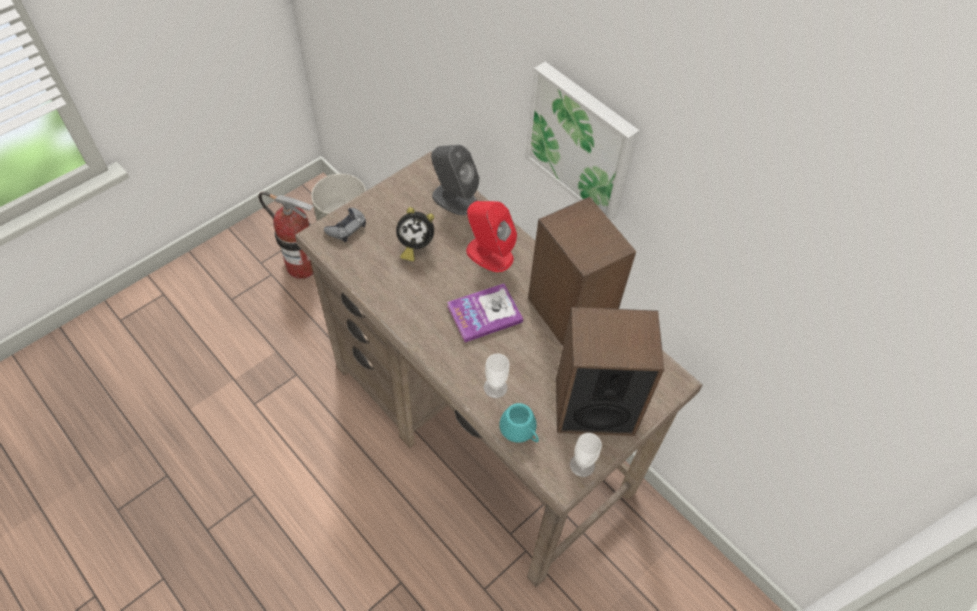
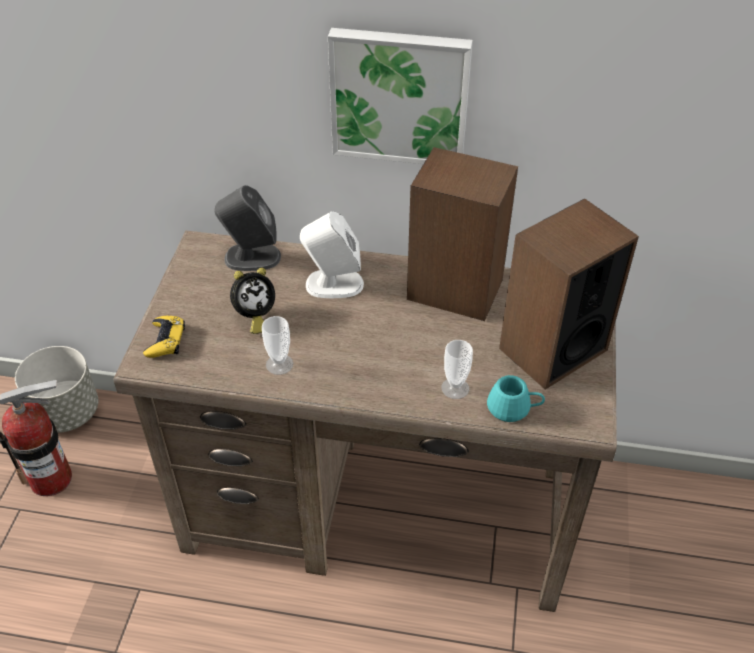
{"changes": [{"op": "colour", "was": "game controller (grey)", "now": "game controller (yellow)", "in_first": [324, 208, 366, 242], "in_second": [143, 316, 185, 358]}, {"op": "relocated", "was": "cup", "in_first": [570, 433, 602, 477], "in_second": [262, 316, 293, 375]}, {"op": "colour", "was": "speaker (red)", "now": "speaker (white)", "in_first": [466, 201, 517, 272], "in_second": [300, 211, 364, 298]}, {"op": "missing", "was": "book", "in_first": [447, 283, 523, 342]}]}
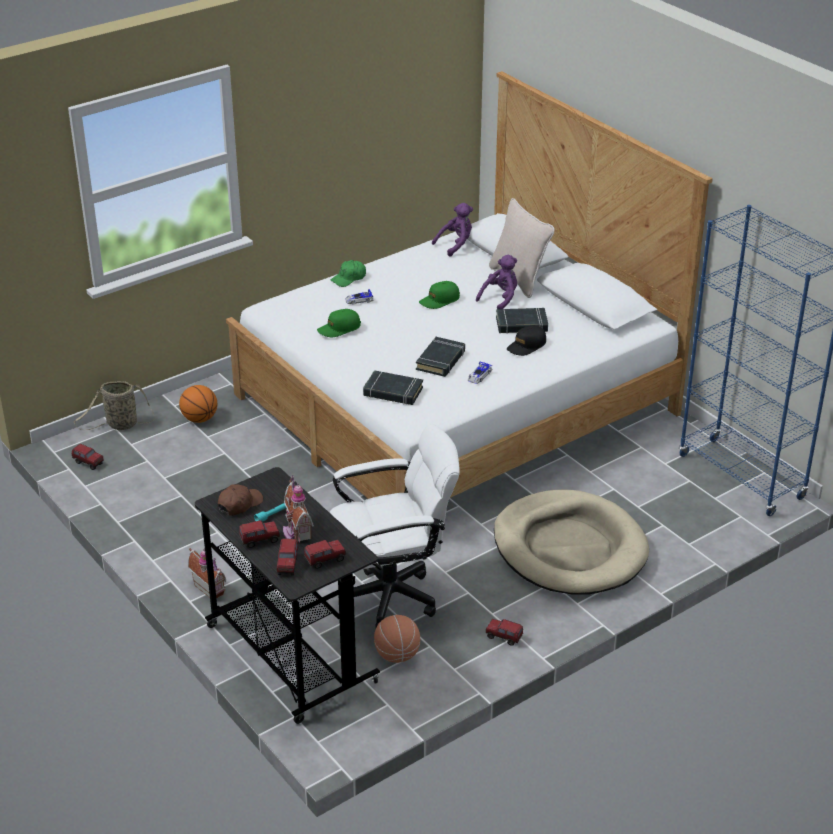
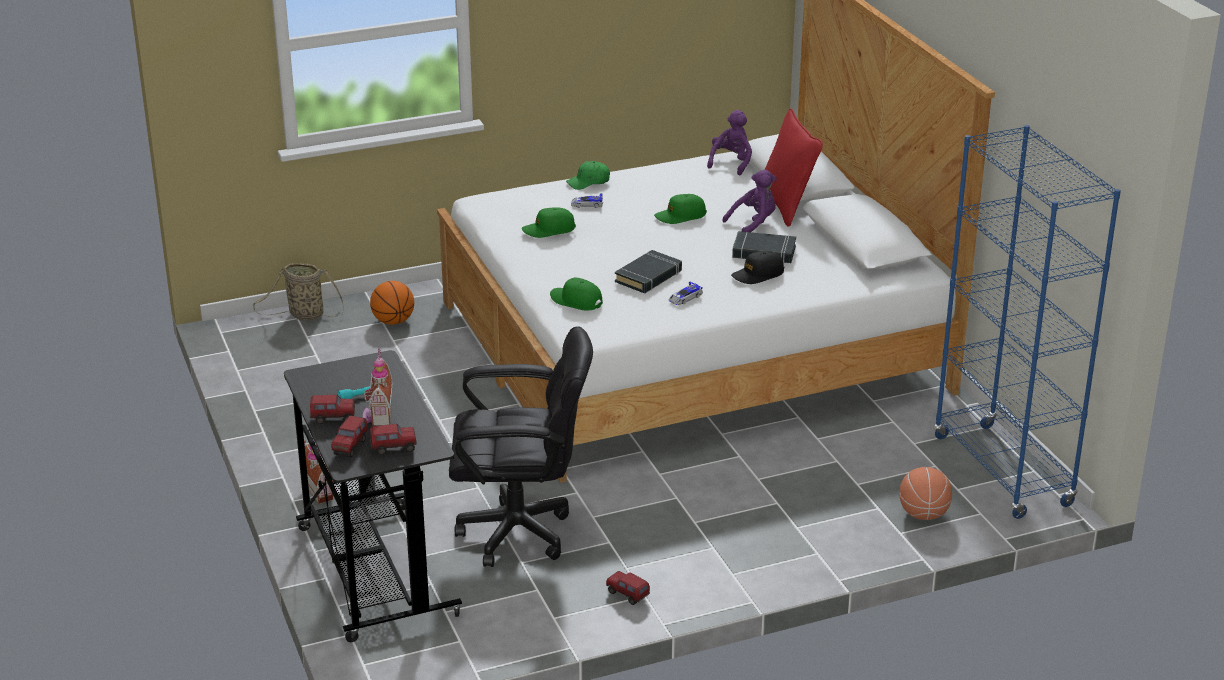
{"changes": [{"op": "colour", "was": "office chair (white)", "now": "office chair (black)", "in_first": [330, 424, 460, 627], "in_second": [449, 326, 593, 567]}, {"op": "exchanged", "was": "book (black)", "now": "cap (green)", "in_first": [363, 370, 423, 405], "in_second": [550, 278, 603, 311]}, {"op": "spun", "was": "plush toy (purple)", "in_first": [432, 203, 473, 257], "in_second": [707, 110, 752, 176], "clockwise": -45}, {"op": "colour", "was": "pillow (beige)", "now": "pillow (red)", "in_first": [489, 198, 554, 298], "in_second": [765, 108, 823, 227]}, {"op": "relocated", "was": "basketball", "in_first": [374, 615, 420, 663], "in_second": [899, 467, 952, 520]}, {"op": "missing", "was": "toy truck", "in_first": [72, 444, 103, 470]}, {"op": "missing", "was": "cap (brown)", "in_first": [218, 484, 263, 516]}, {"op": "missing", "was": "dog bed (beige)", "in_first": [494, 490, 649, 595]}]}
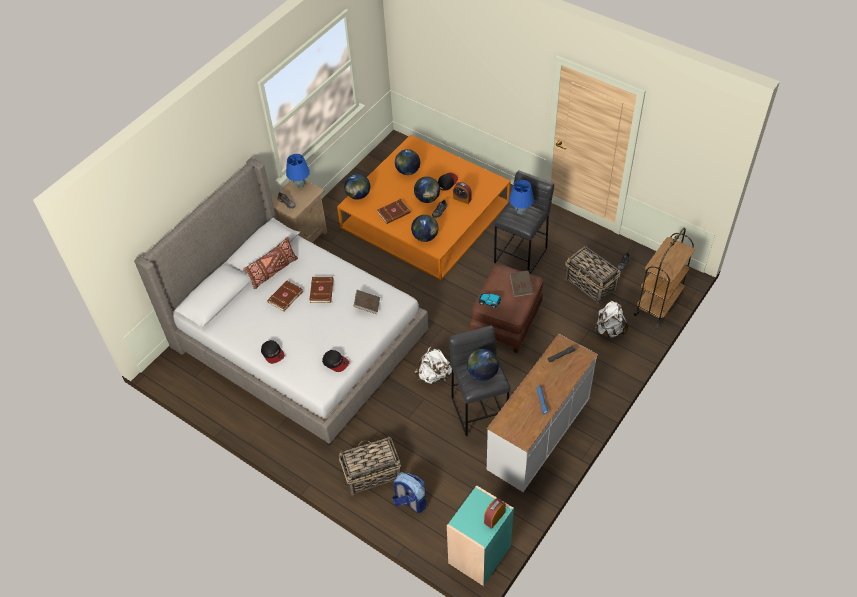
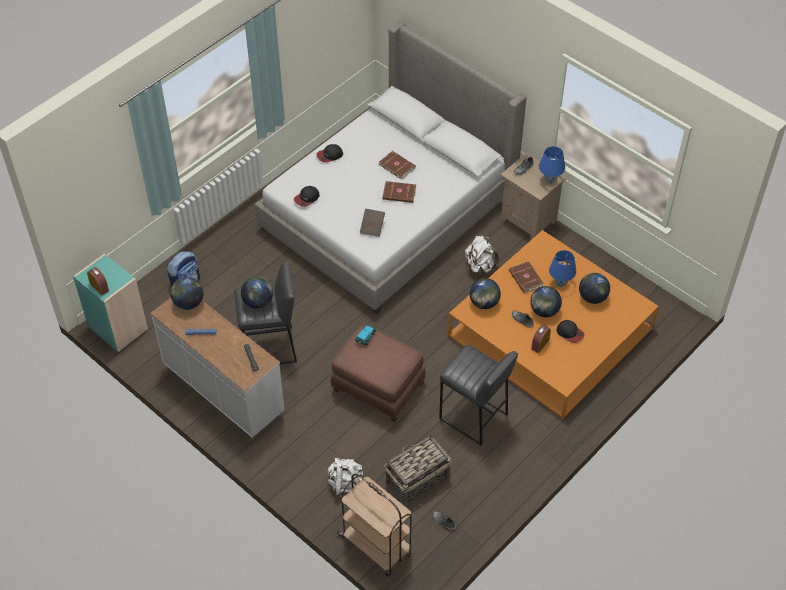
{"changes": [{"op": "relocated", "was": "globe", "in_first": [344, 173, 370, 200], "in_second": [170, 277, 203, 310]}, {"op": "relocated", "was": "backpack (white)", "in_first": [414, 347, 452, 384], "in_second": [465, 236, 499, 274]}, {"op": "relocated", "was": "table lamp (blue)", "in_first": [509, 180, 534, 215], "in_second": [549, 250, 576, 287]}, {"op": "missing", "was": "pillow (brown)", "in_first": [243, 237, 298, 289]}, {"op": "missing", "was": "basket", "in_first": [339, 436, 401, 495]}, {"op": "missing", "was": "book (brown)", "in_first": [510, 271, 533, 297]}]}
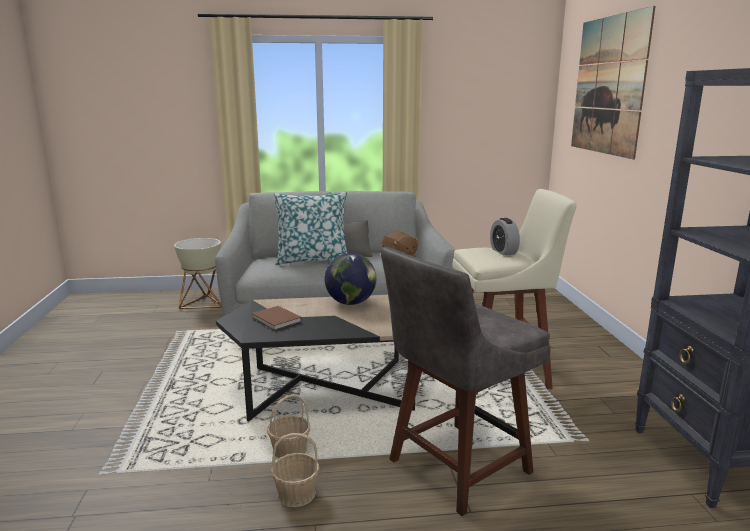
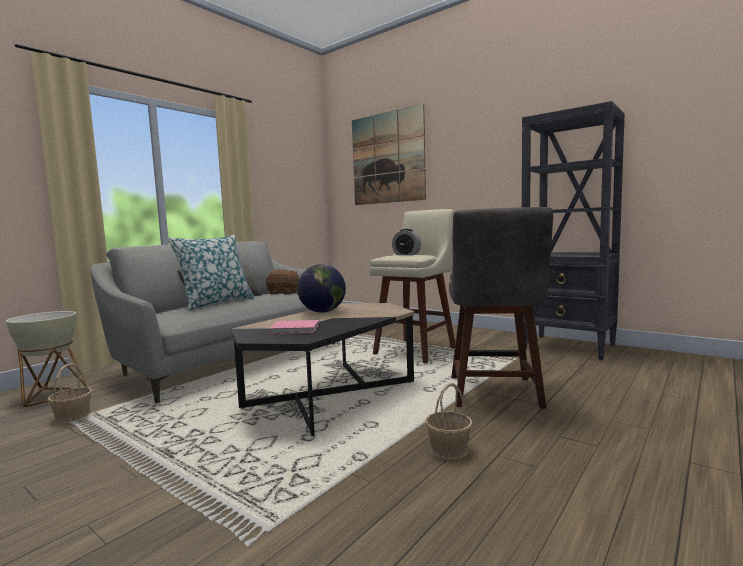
{"changes": [{"op": "relocated", "was": "basket", "in_first": [267, 394, 310, 458], "in_second": [47, 363, 92, 424]}, {"op": "colour", "was": "book (brown)", "now": "book (pink)", "in_first": [252, 306, 302, 331], "in_second": [269, 320, 319, 334]}]}
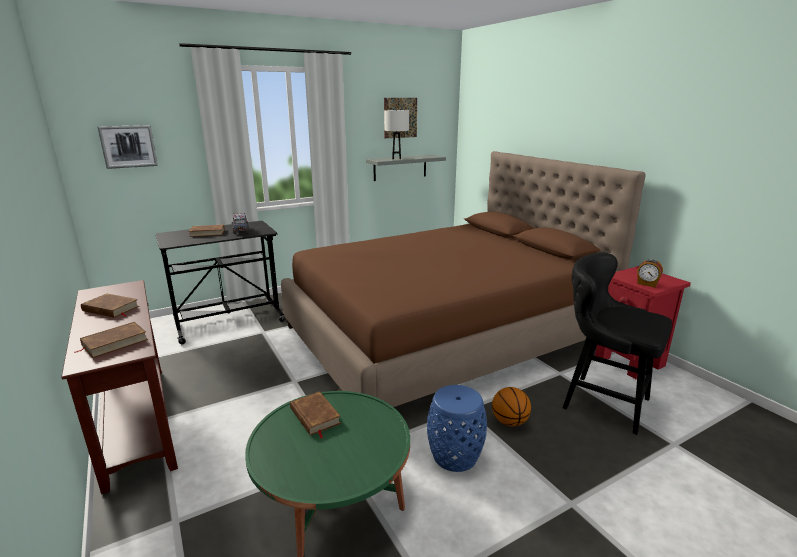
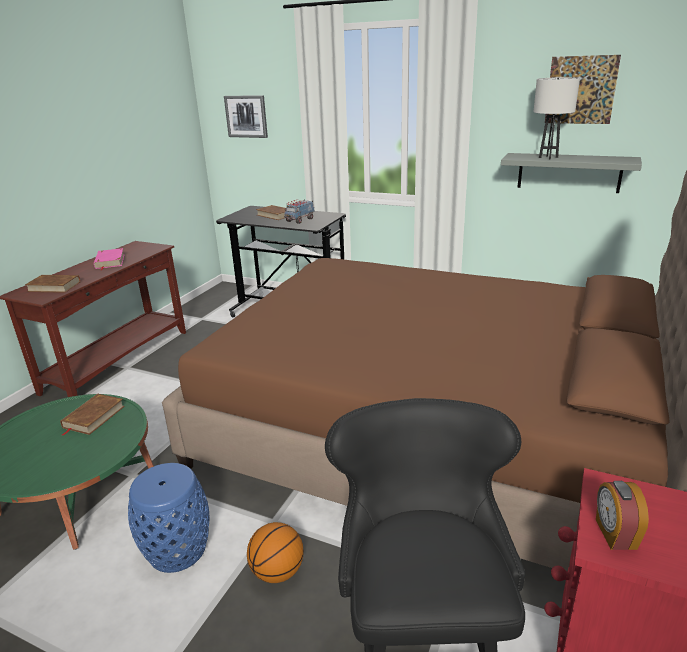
{"changes": [{"op": "colour", "was": "book (brown)", "now": "book (pink)", "in_first": [81, 294, 139, 318], "in_second": [94, 248, 125, 271]}]}
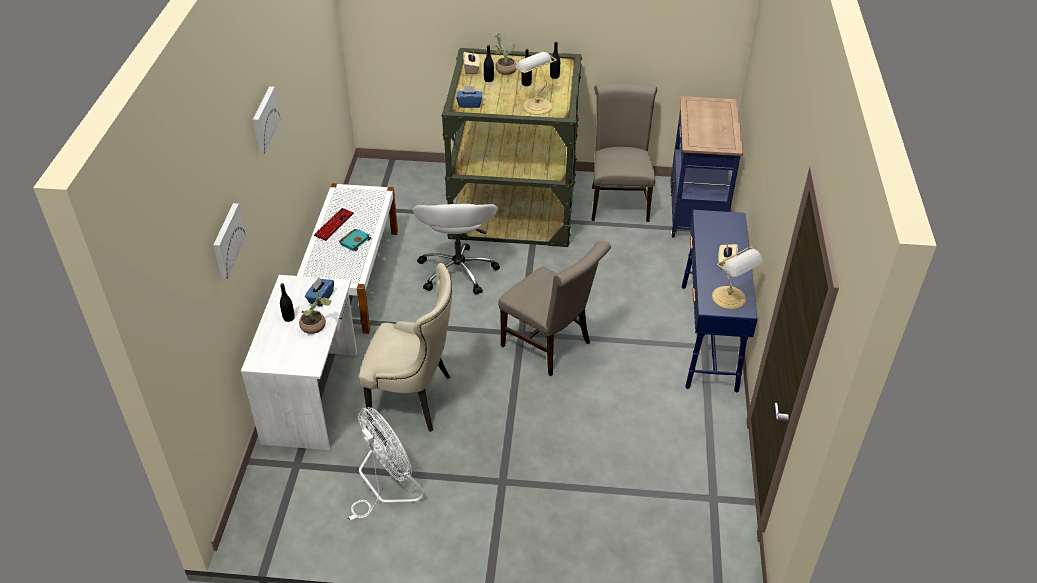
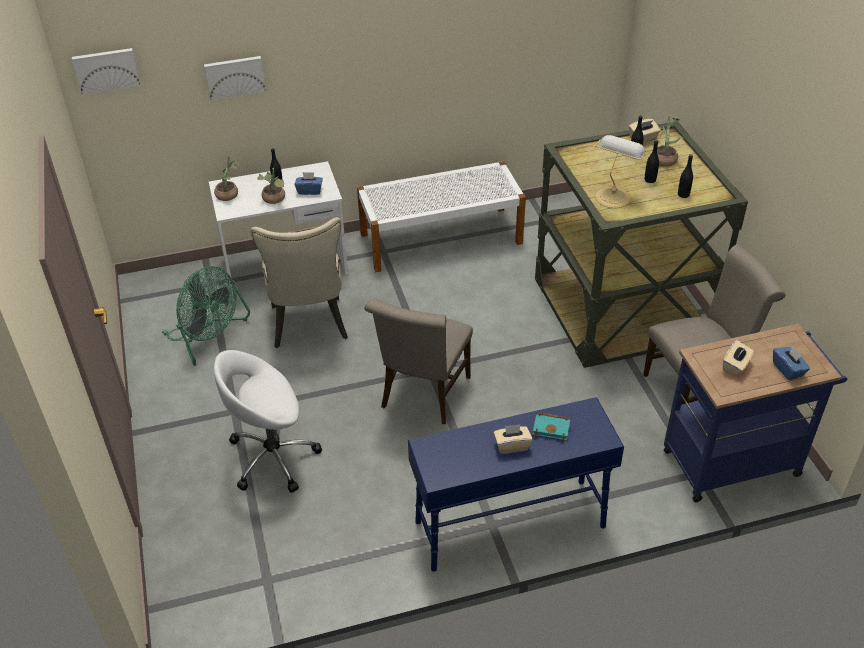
{"changes": [{"op": "relocated", "was": "picture", "in_first": [253, 86, 280, 154], "in_second": [72, 48, 140, 94]}, {"op": "colour", "was": "fan (white)", "now": "fan (green)", "in_first": [348, 407, 424, 521], "in_second": [162, 266, 250, 366]}, {"op": "appeared", "now": "potted plant", "in_second": [214, 156, 239, 201]}, {"op": "relocated", "was": "office chair (white)", "in_first": [413, 204, 500, 294], "in_second": [214, 350, 322, 493]}, {"op": "relocated", "was": "book (turquoise)", "in_first": [339, 229, 371, 251], "in_second": [533, 413, 570, 442]}, {"op": "appeared", "now": "tissue box (beige)", "in_second": [723, 340, 754, 377]}, {"op": "relocated", "was": "tissue box (blue)", "in_first": [456, 86, 482, 108], "in_second": [773, 345, 810, 381]}, {"op": "missing", "was": "keyboard", "in_first": [314, 208, 354, 241]}, {"op": "missing", "was": "table lamp", "in_first": [712, 246, 763, 309]}]}
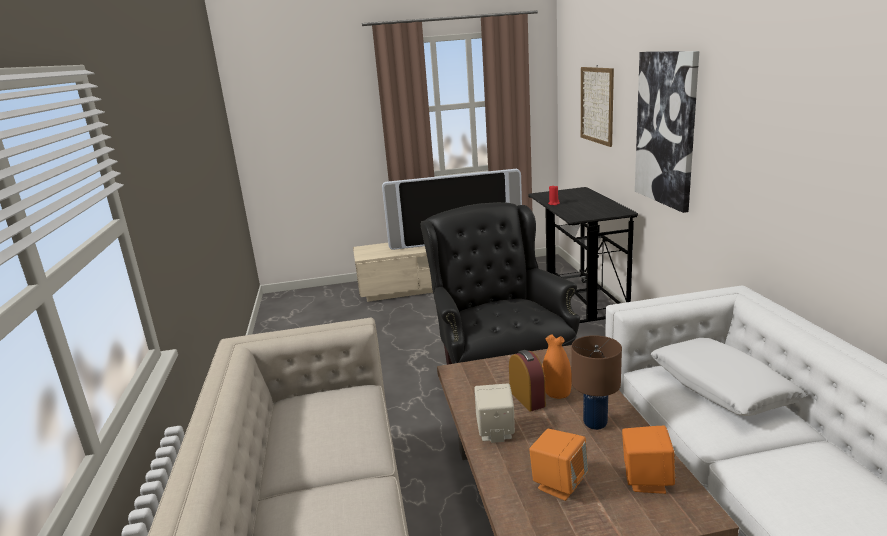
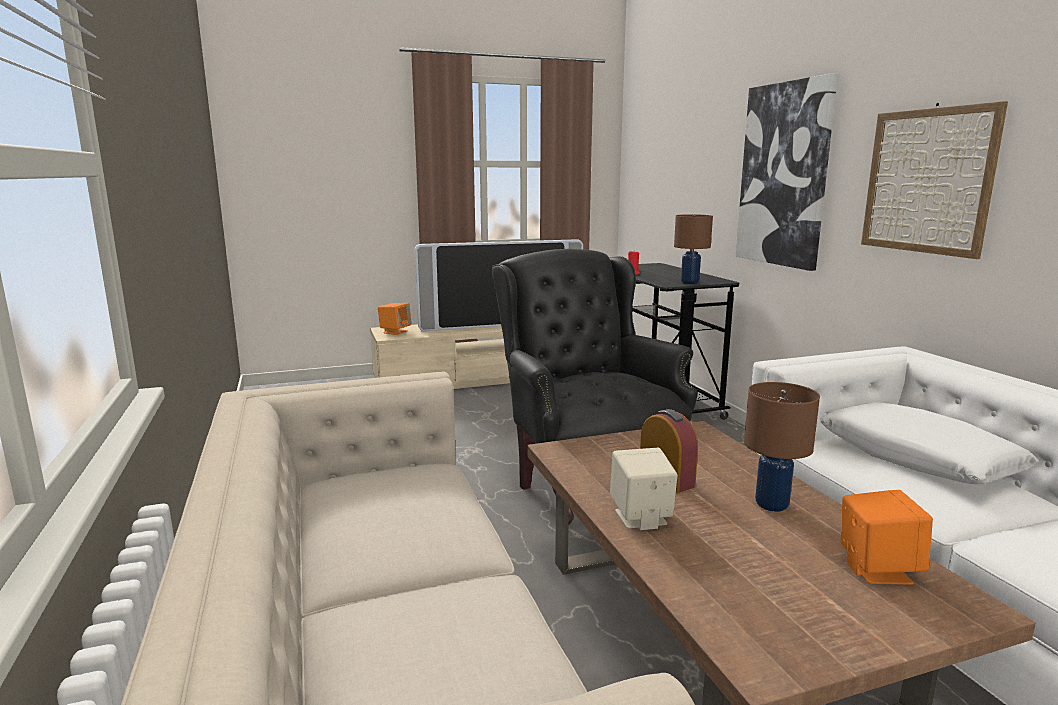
{"changes": [{"op": "relocated", "was": "speaker (orange)", "in_first": [529, 429, 588, 501], "in_second": [378, 303, 412, 335]}, {"op": "appeared", "now": "table lamp (brown)", "in_second": [674, 214, 713, 284]}, {"op": "relocated", "was": "picture", "in_first": [581, 65, 614, 147], "in_second": [861, 101, 1008, 259]}, {"op": "missing", "was": "vase (orange)", "in_first": [542, 335, 572, 399]}]}
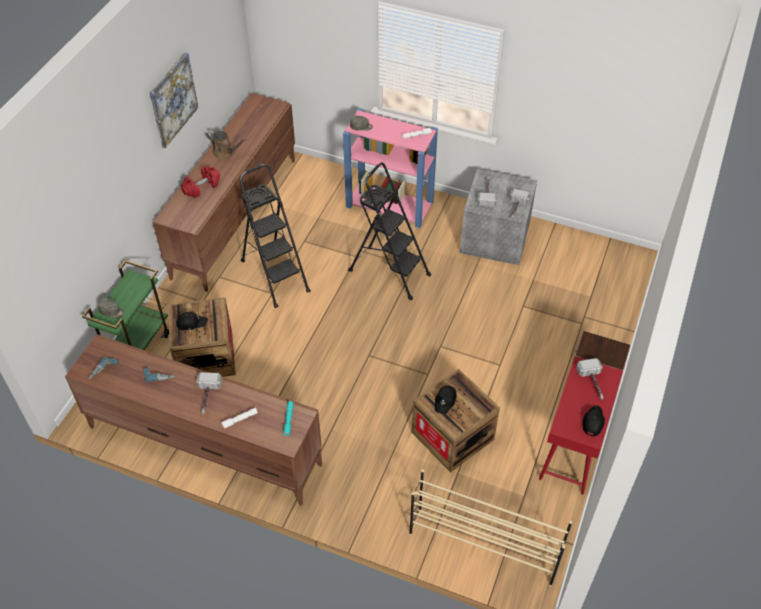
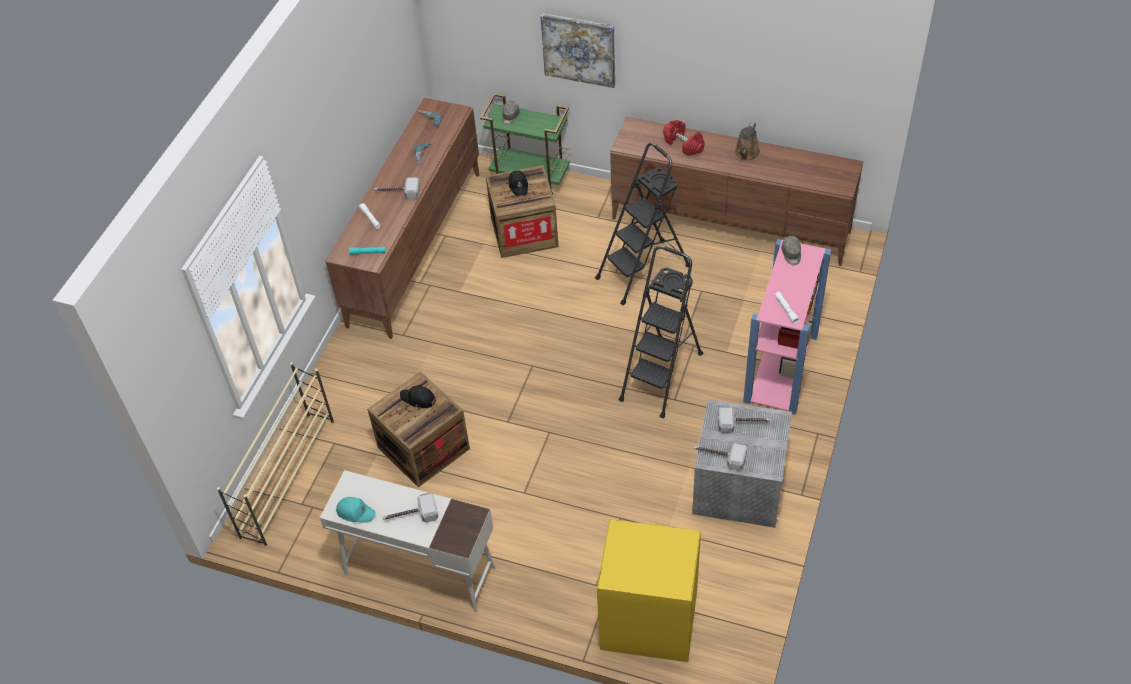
{"changes": [{"op": "colour", "was": "desk (red)", "now": "desk (white)", "in_first": [539, 331, 631, 495], "in_second": [320, 470, 495, 612]}, {"op": "colour", "was": "cap (black)", "now": "cap (turquoise)", "in_first": [583, 405, 605, 436], "in_second": [336, 497, 376, 523]}, {"op": "relocated", "was": "picture", "in_first": [149, 52, 198, 148], "in_second": [541, 13, 615, 88]}, {"op": "appeared", "now": "washing machine (yellow)", "in_second": [597, 519, 701, 662]}]}
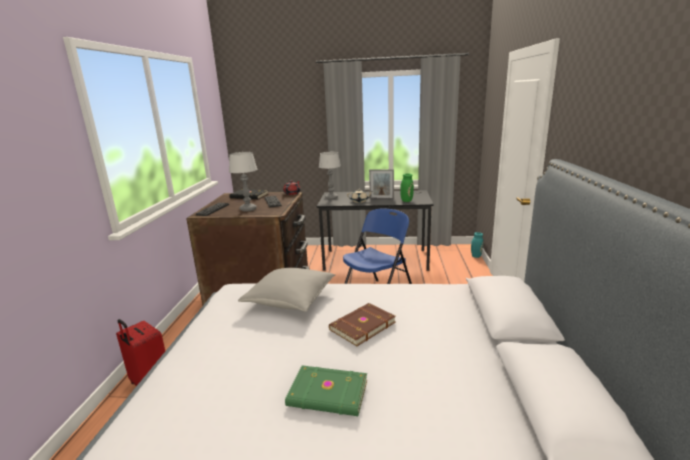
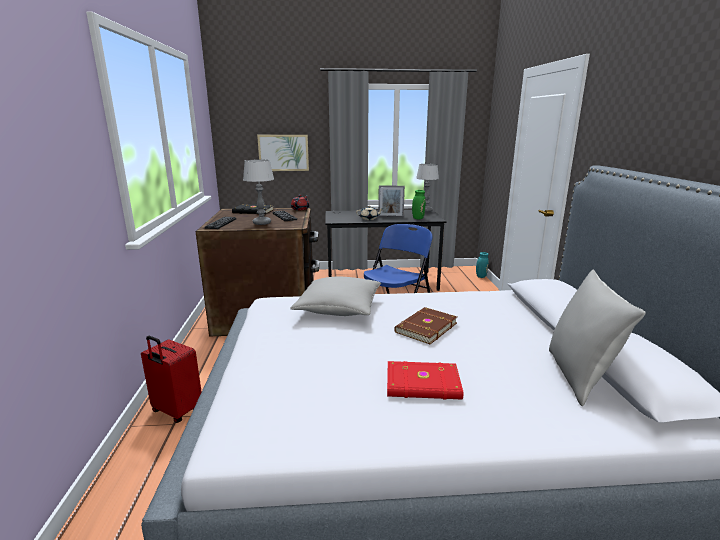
{"changes": [{"op": "appeared", "now": "picture", "in_second": [257, 135, 309, 171]}, {"op": "colour", "was": "book (green)", "now": "book (red)", "in_first": [285, 365, 367, 416], "in_second": [387, 361, 463, 400]}, {"op": "relocated", "was": "table lamp", "in_first": [319, 152, 341, 200], "in_second": [416, 164, 439, 212]}, {"op": "appeared", "now": "pillow (grey)", "in_second": [549, 269, 646, 406]}]}
